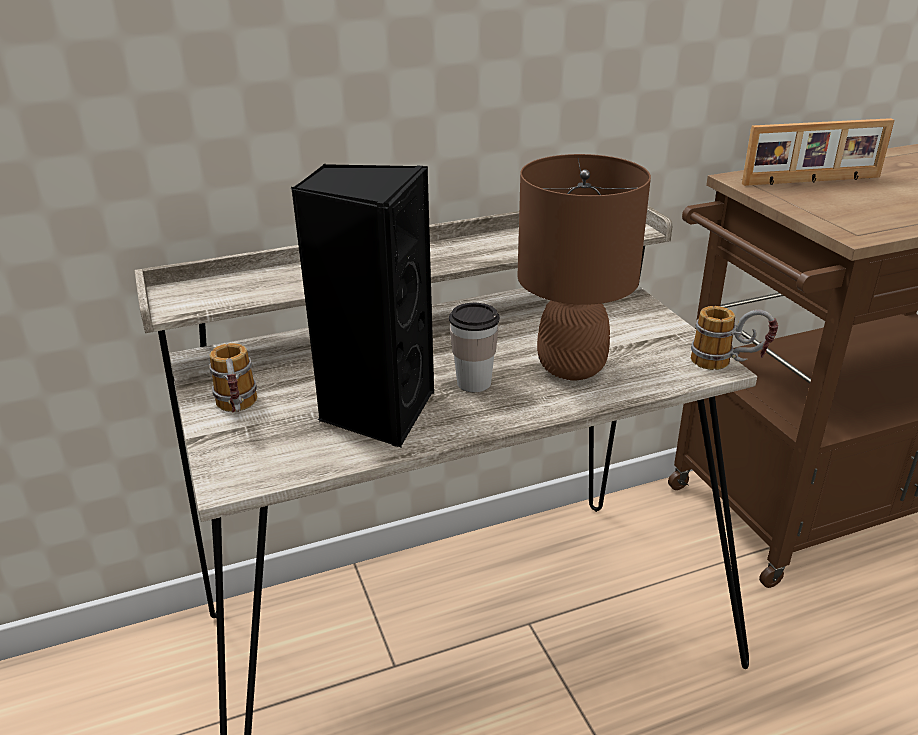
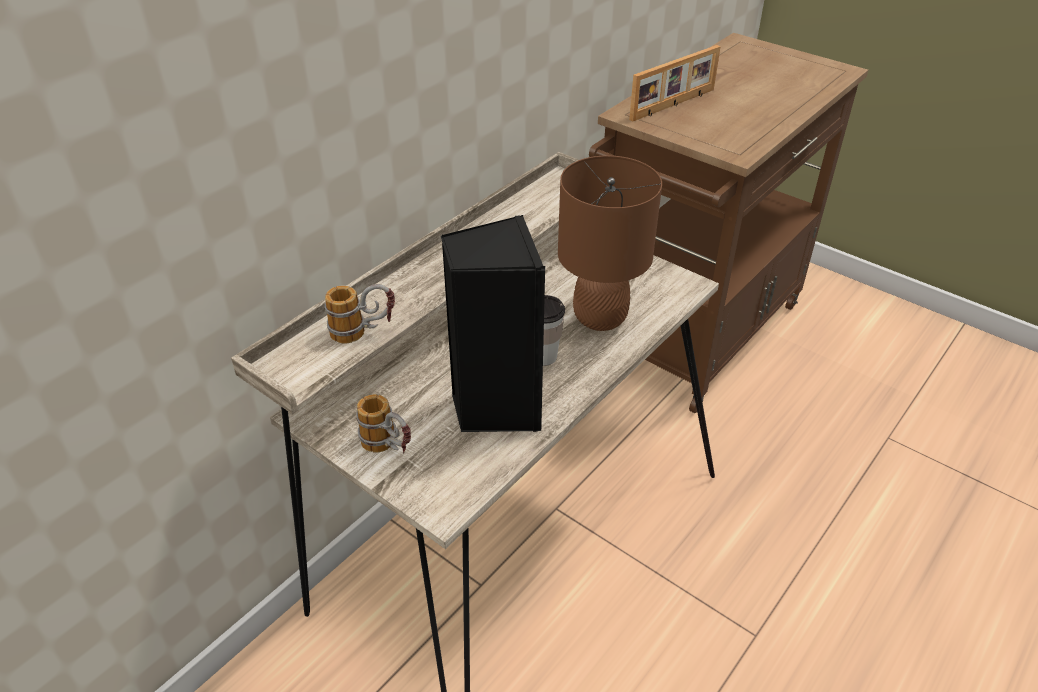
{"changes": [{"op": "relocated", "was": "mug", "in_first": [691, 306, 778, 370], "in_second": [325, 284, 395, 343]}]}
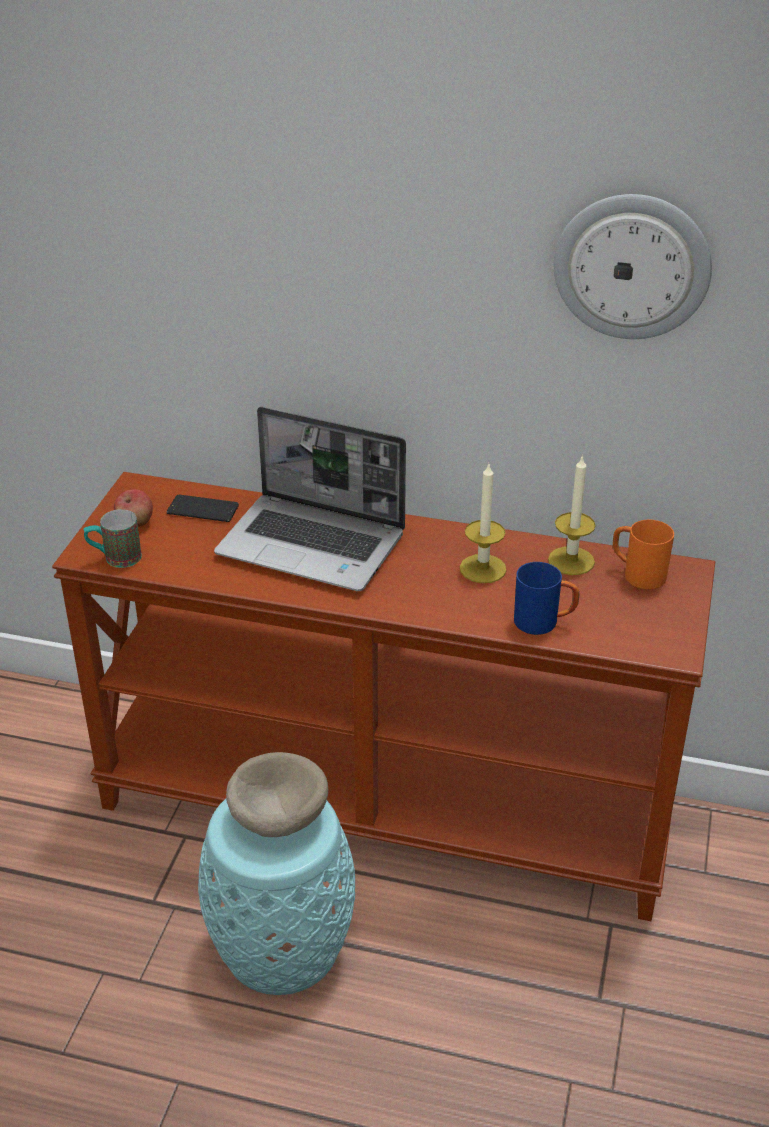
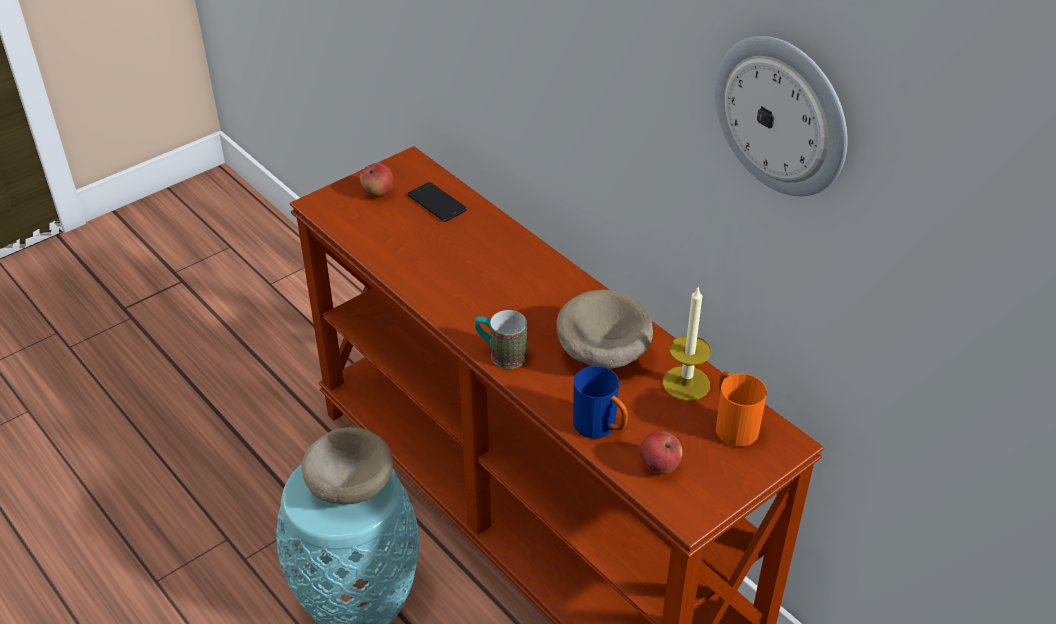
{"changes": [{"op": "relocated", "was": "mug", "in_first": [84, 509, 142, 568], "in_second": [475, 310, 527, 369]}, {"op": "exchanged", "was": "candle", "now": "bowl (beige)", "in_first": [460, 464, 507, 583], "in_second": [556, 290, 653, 369]}, {"op": "appeared", "now": "apple", "in_second": [640, 431, 683, 474]}, {"op": "missing", "was": "laptop", "in_first": [214, 407, 406, 591]}]}
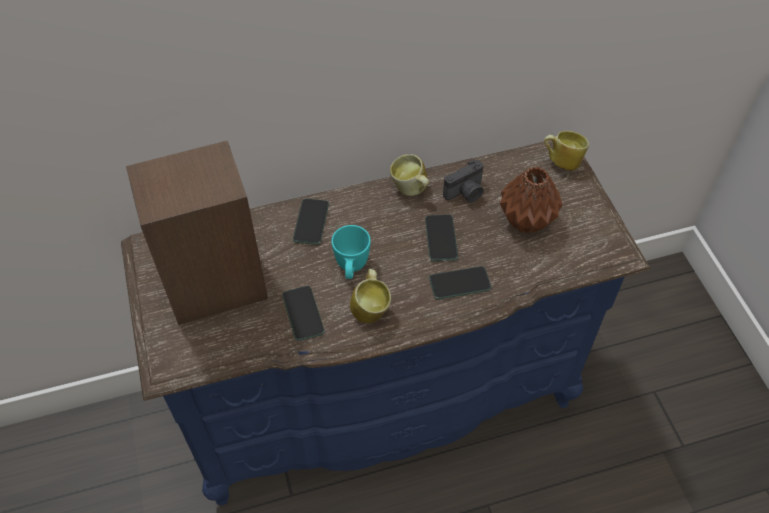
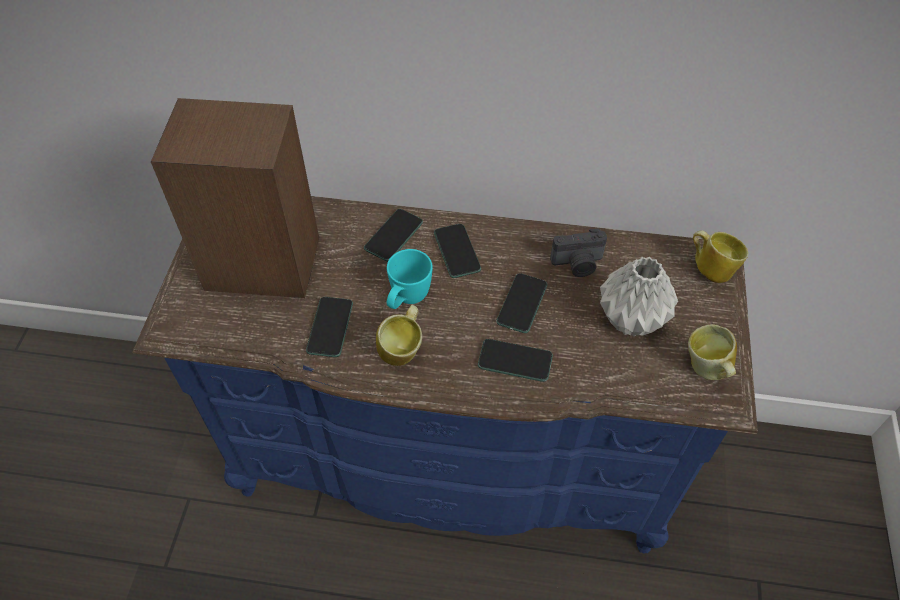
{"changes": [{"op": "appeared", "now": "phone", "in_second": [434, 224, 481, 278]}, {"op": "colour", "was": "vase (brown)", "now": "vase (grey)", "in_first": [500, 167, 563, 233], "in_second": [600, 257, 678, 337]}, {"op": "relocated", "was": "mug", "in_first": [390, 154, 430, 196], "in_second": [688, 324, 737, 380]}]}
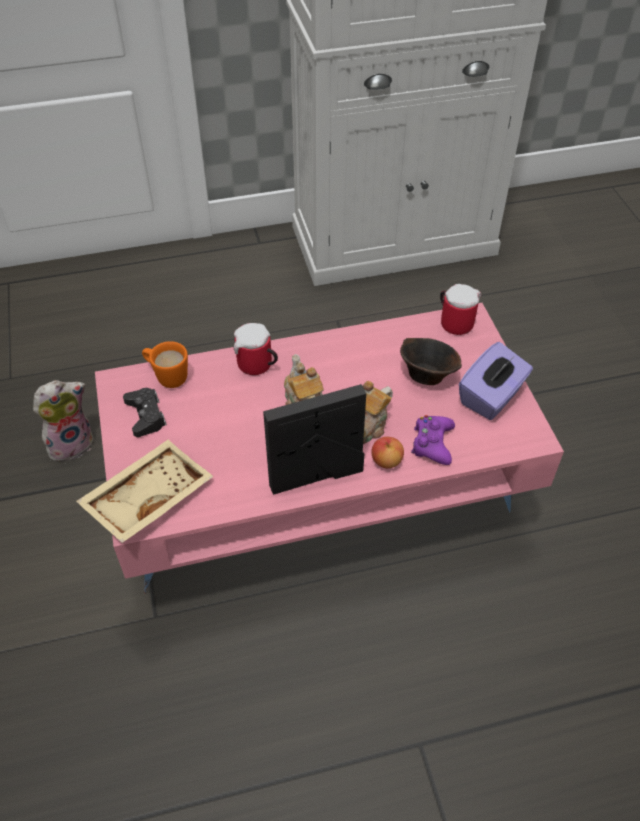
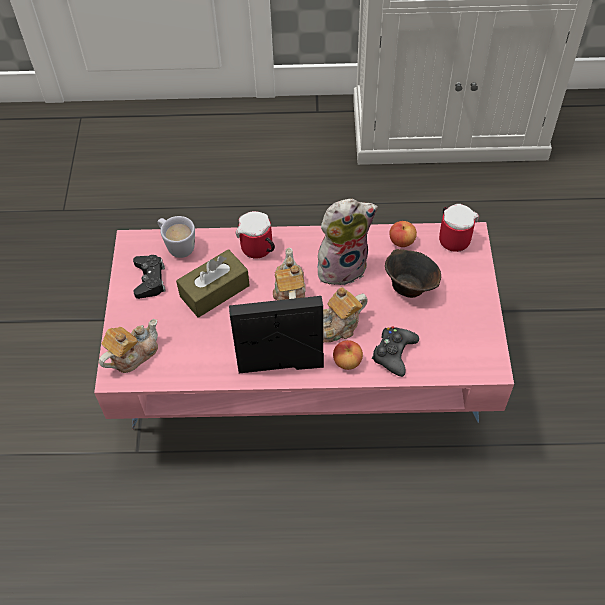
{"changes": [{"op": "exchanged", "was": "tray (beige)", "now": "teapot", "in_first": [76, 440, 214, 543], "in_second": [99, 319, 158, 373]}, {"op": "colour", "was": "mug (orange)", "now": "mug (white)", "in_first": [142, 341, 188, 388], "in_second": [158, 216, 195, 258]}, {"op": "appeared", "now": "tissue box (brown)", "in_second": [176, 249, 250, 318]}, {"op": "relocated", "was": "plush toy", "in_first": [33, 380, 93, 461], "in_second": [318, 199, 378, 287]}, {"op": "colour", "was": "game controller (purple)", "now": "game controller (black)", "in_first": [411, 415, 455, 465], "in_second": [372, 326, 419, 377]}, {"op": "appeared", "now": "apple", "in_second": [389, 221, 417, 247]}, {"op": "missing", "was": "tissue box (purple)", "in_first": [459, 342, 533, 420]}]}
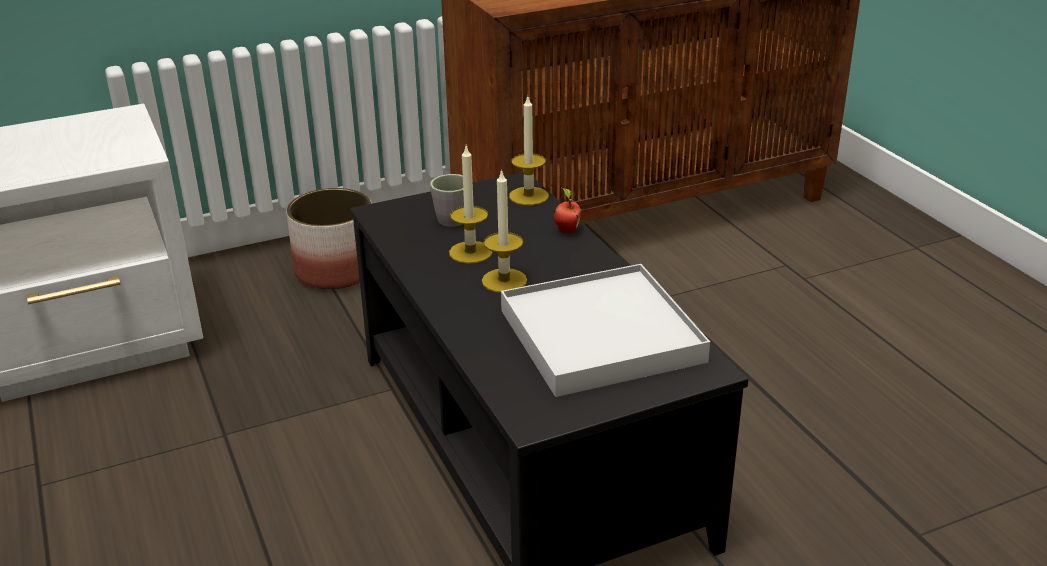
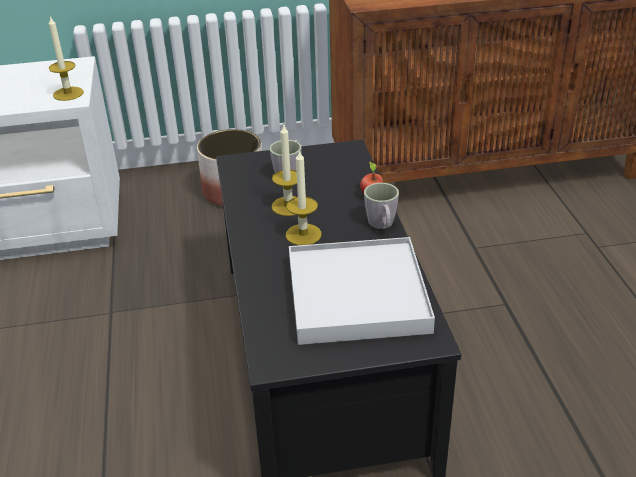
{"changes": [{"op": "relocated", "was": "candle", "in_first": [509, 97, 549, 205], "in_second": [49, 16, 84, 101]}, {"op": "appeared", "now": "mug (grey)", "in_second": [364, 183, 399, 229]}]}
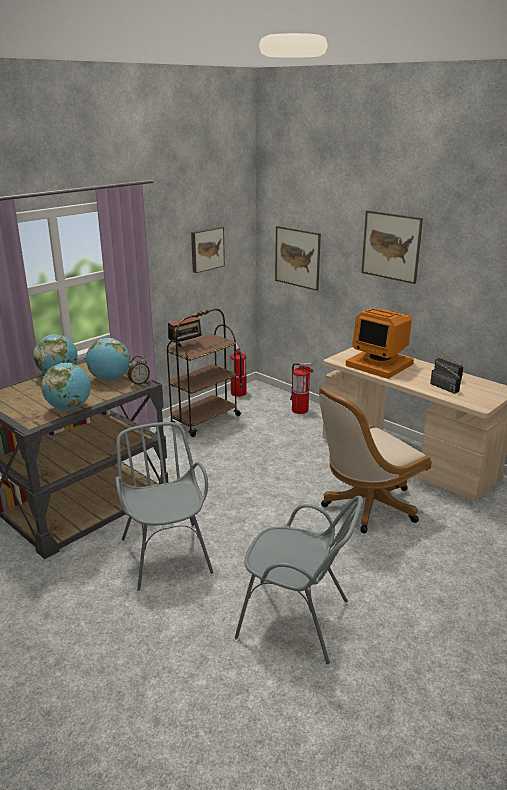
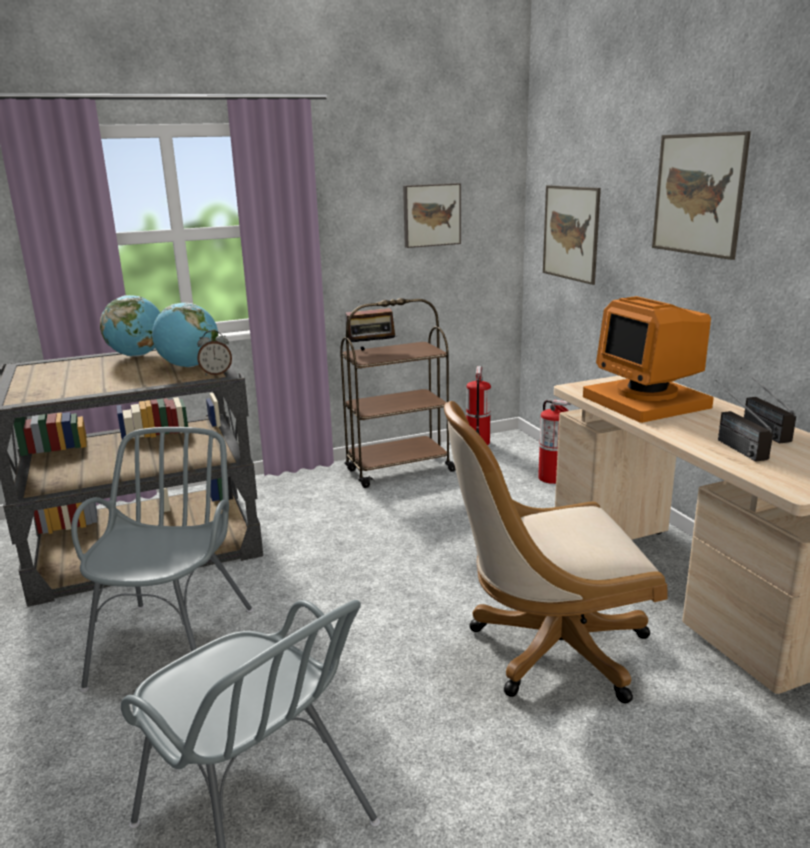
{"changes": [{"op": "missing", "was": "globe", "in_first": [41, 363, 91, 410]}]}
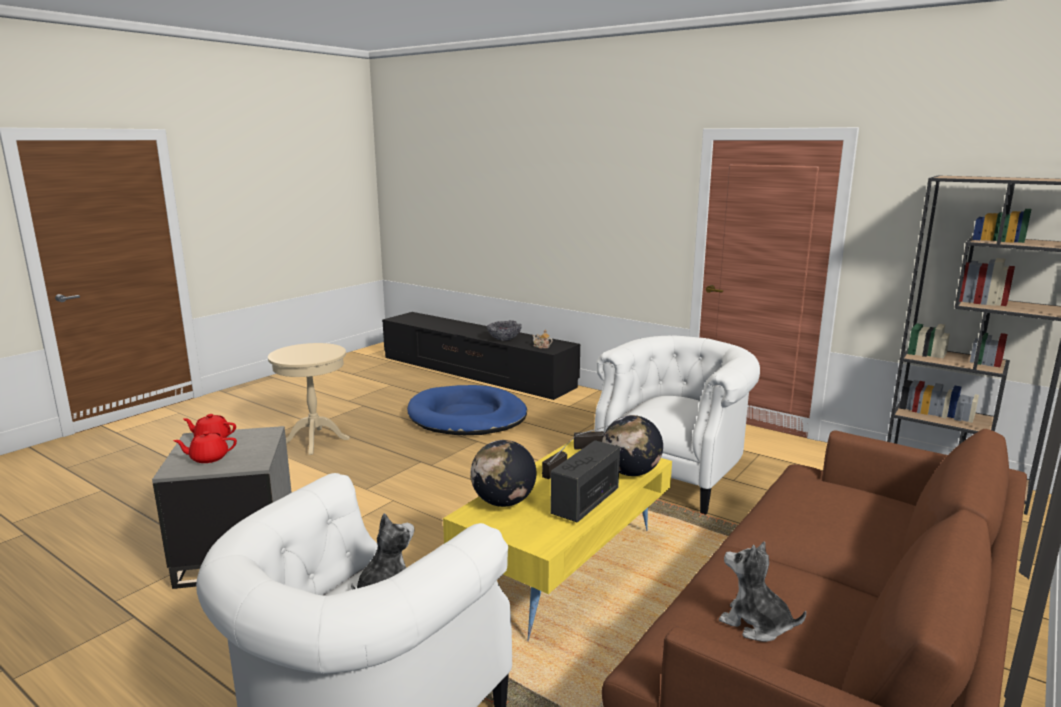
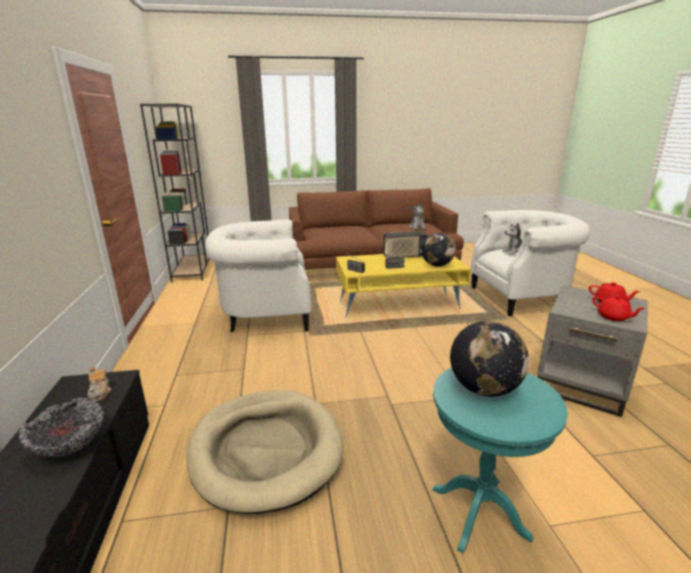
{"changes": [{"op": "colour", "was": "dog bed (blue)", "now": "dog bed (beige)", "in_first": [407, 385, 527, 435], "in_second": [186, 390, 344, 514]}, {"op": "colour", "was": "side table (beige)", "now": "side table (turquoise)", "in_first": [268, 343, 350, 455], "in_second": [432, 368, 568, 553]}, {"op": "relocated", "was": "globe", "in_first": [602, 415, 663, 476], "in_second": [450, 321, 529, 397]}]}
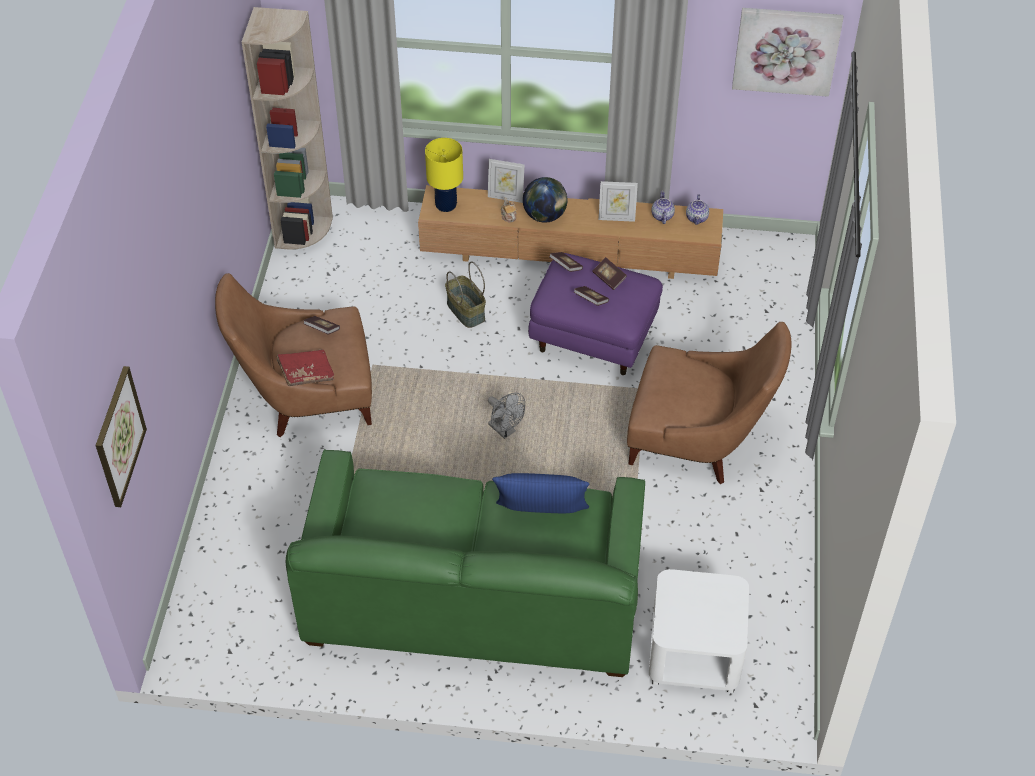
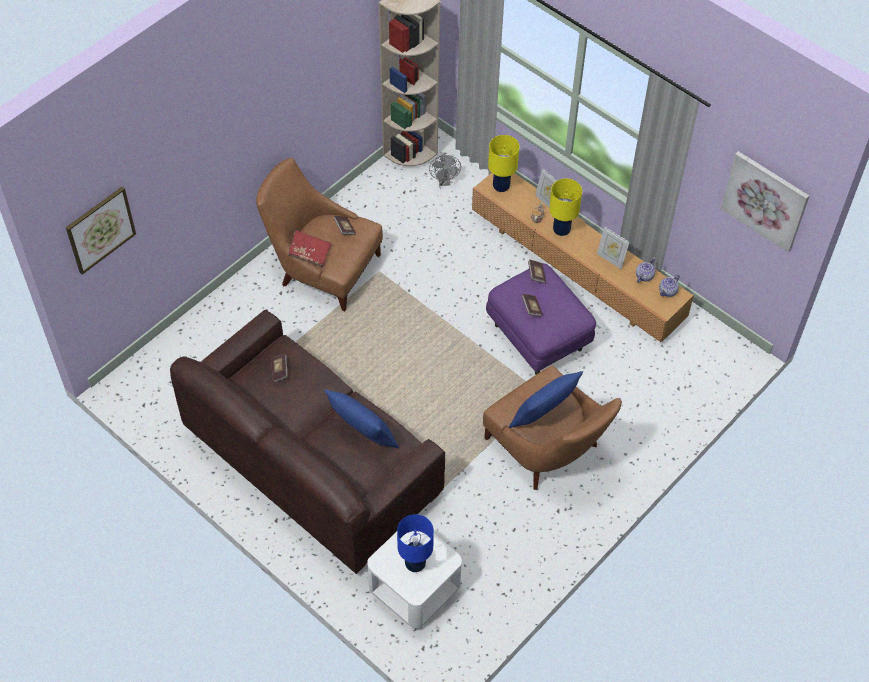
{"changes": [{"op": "colour", "was": "sofa (green)", "now": "sofa (brown)", "in_first": [286, 449, 645, 677], "in_second": [170, 309, 445, 574]}, {"op": "relocated", "was": "book", "in_first": [592, 257, 627, 290], "in_second": [271, 354, 288, 382]}, {"op": "appeared", "now": "table lamp (blue)", "in_second": [397, 514, 434, 572]}, {"op": "relocated", "was": "fan (grey)", "in_first": [488, 393, 525, 439], "in_second": [429, 153, 461, 186]}, {"op": "appeared", "now": "pillow (blue)", "in_second": [509, 371, 583, 428]}, {"op": "exchanged", "was": "globe", "now": "table lamp (yellow)", "in_first": [523, 177, 568, 223], "in_second": [549, 179, 582, 236]}, {"op": "missing", "was": "basket", "in_first": [445, 261, 486, 328]}]}
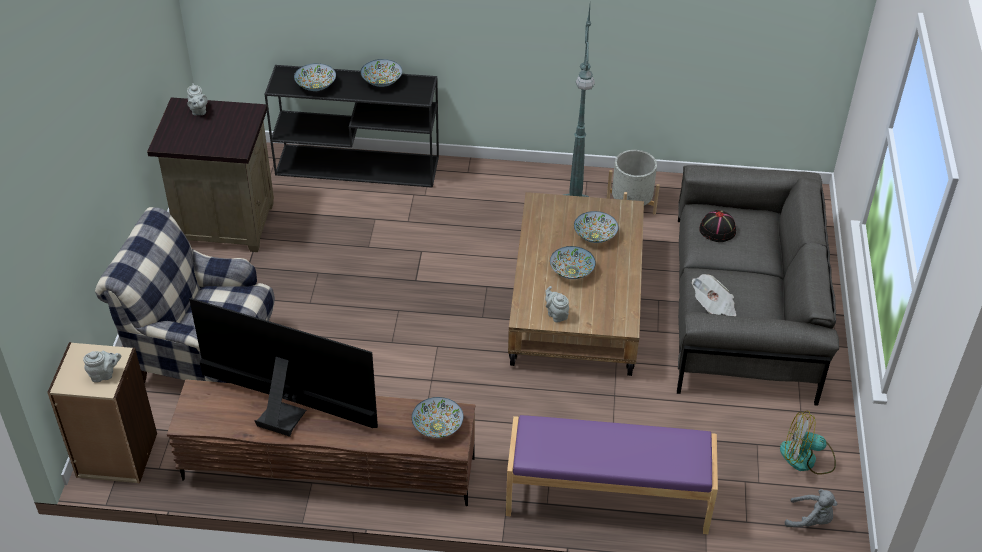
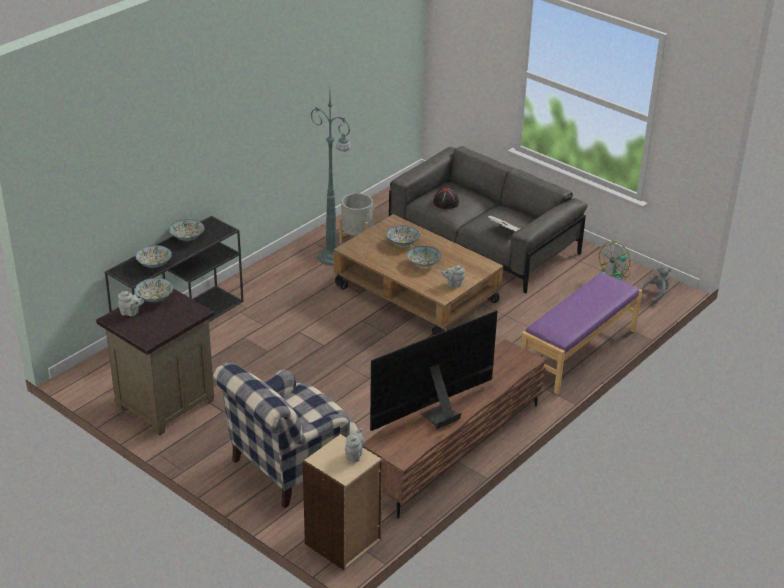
{"changes": [{"op": "relocated", "was": "bowl", "in_first": [412, 397, 463, 438], "in_second": [135, 278, 174, 302]}]}
